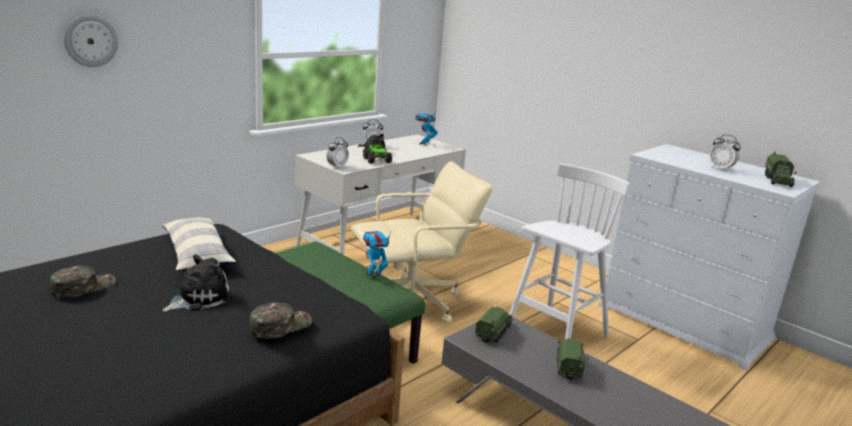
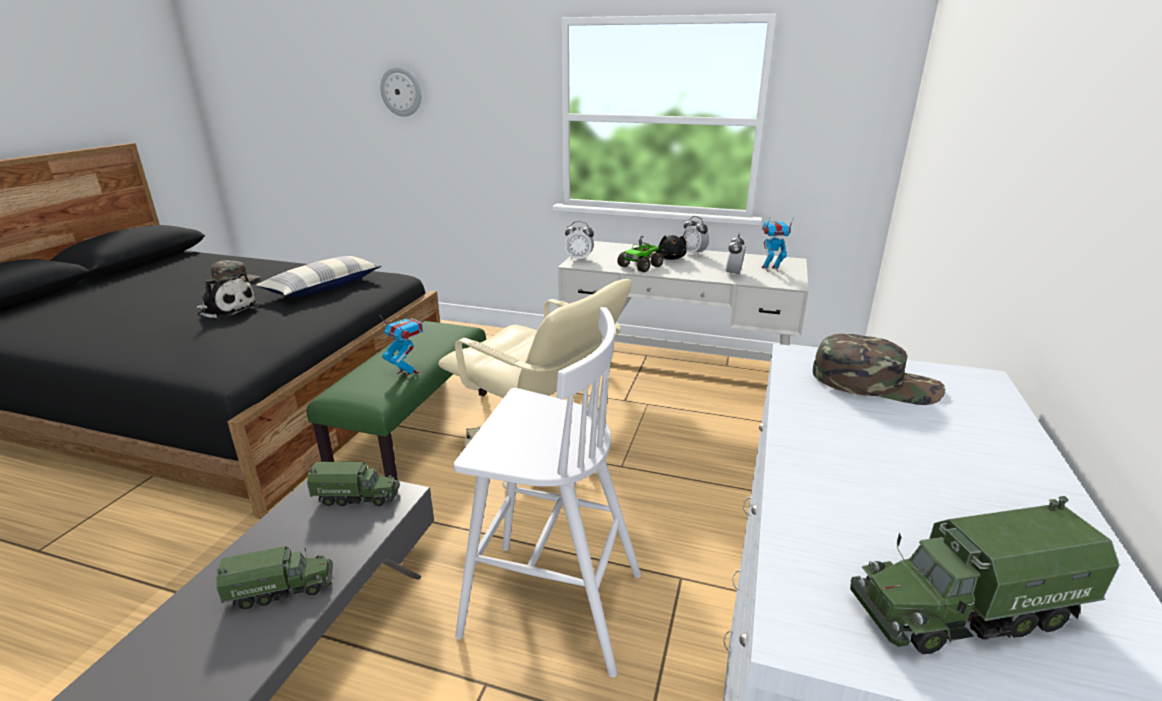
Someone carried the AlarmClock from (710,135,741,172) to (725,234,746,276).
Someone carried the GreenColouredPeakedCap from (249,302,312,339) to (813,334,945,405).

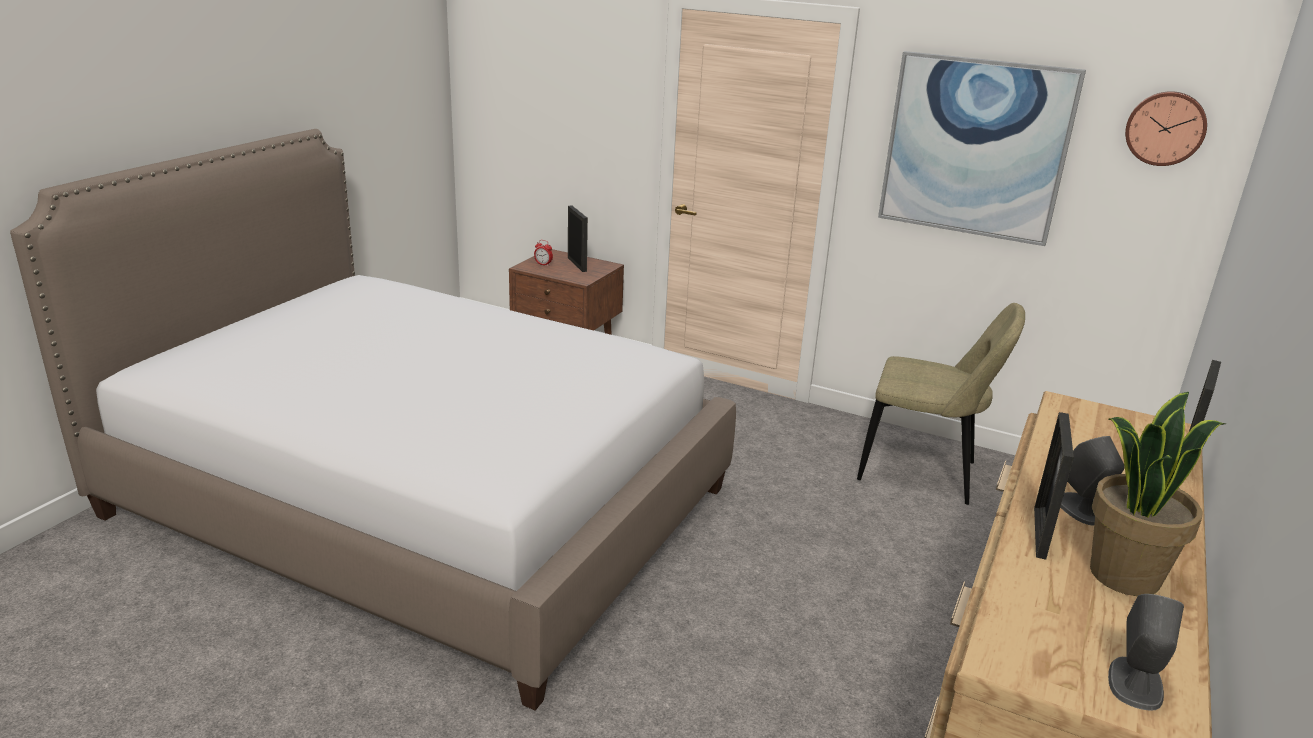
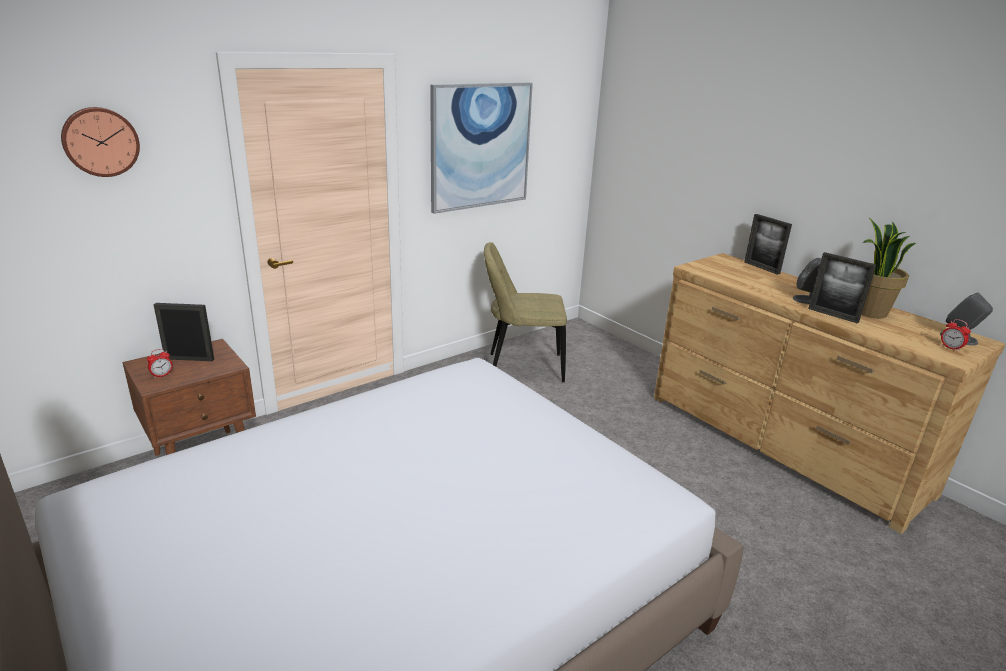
Someone carried the ClockOnTheWall from (1125,91,1207,166) to (61,107,140,177).
Someone rotated the BeigeUprightChair at (857,303,1025,505) by 135 degrees counterclockwise.
Someone put down the AlarmClock at (941,319,971,352).

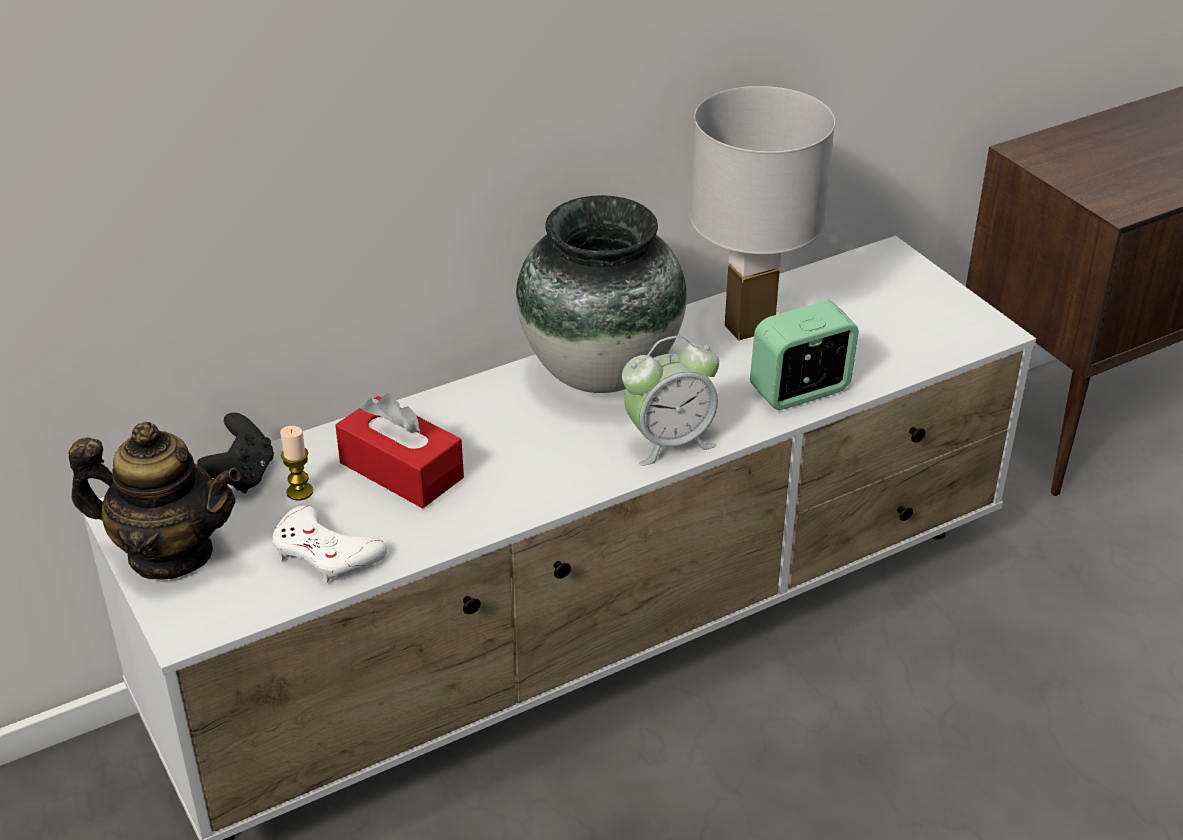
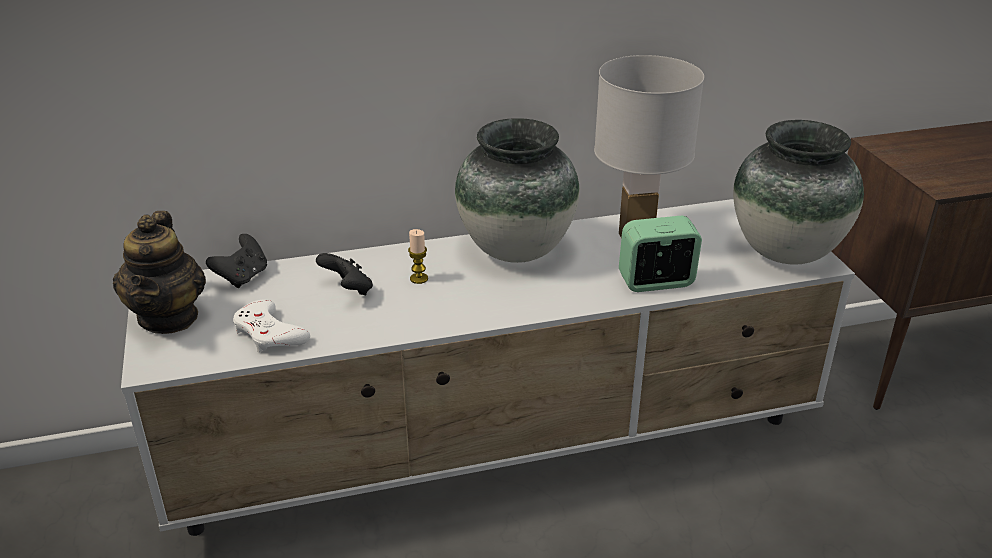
Someone took away the AlarmClock at (622,336,719,466).
Someone swapped the ReddishTissueHolder at (335,393,464,508) for the BlackishGameController at (316,253,373,295).
Someone rotated the PotForTea at (69,422,241,580) by 60 degrees clockwise.
Someone carried the WaxCandle from (280,426,313,501) to (408,229,428,284).
Someone put down the DecorativeVase at (733,120,864,265).

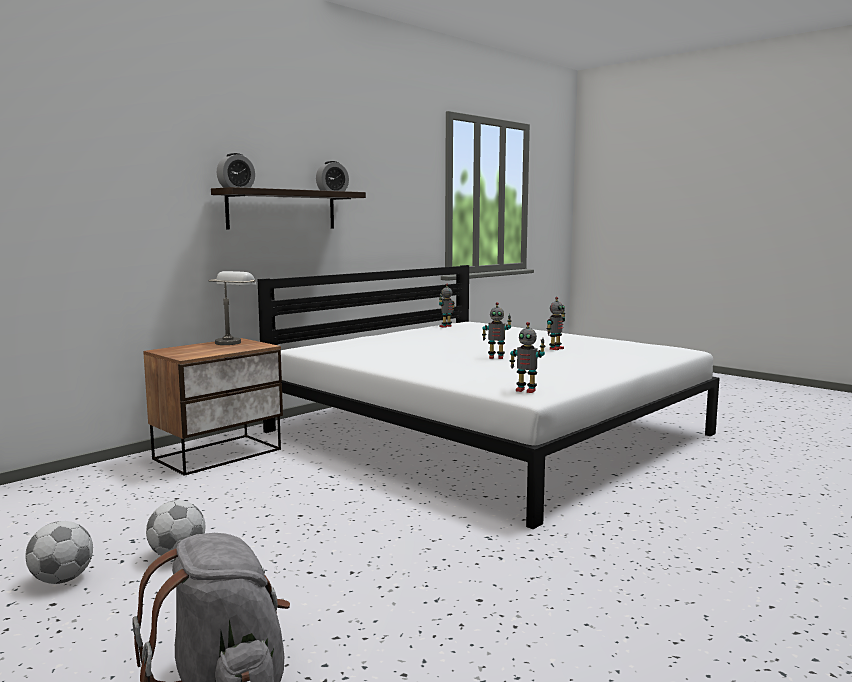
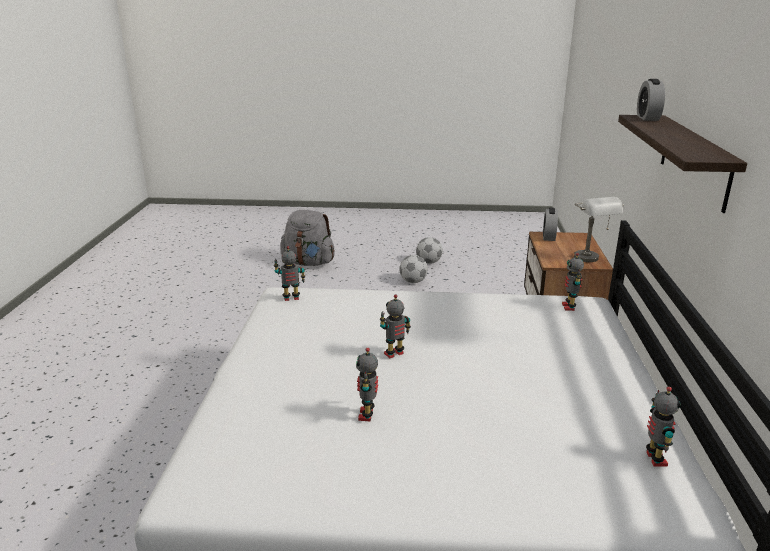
Someone carried the AlarmClock from (316,161,349,191) to (543,207,558,241).
Someone put down the ModelRobot at (562,253,584,311).

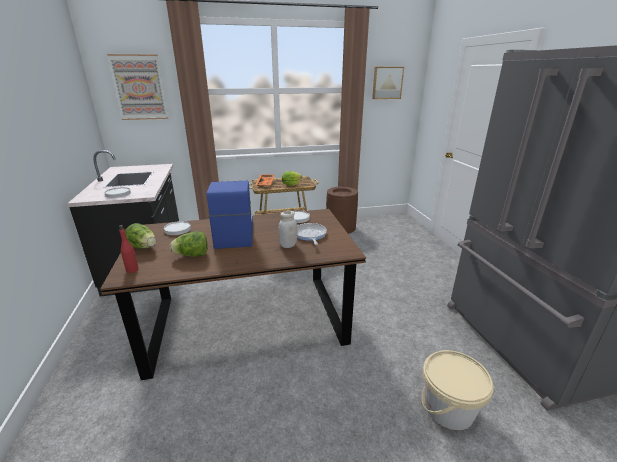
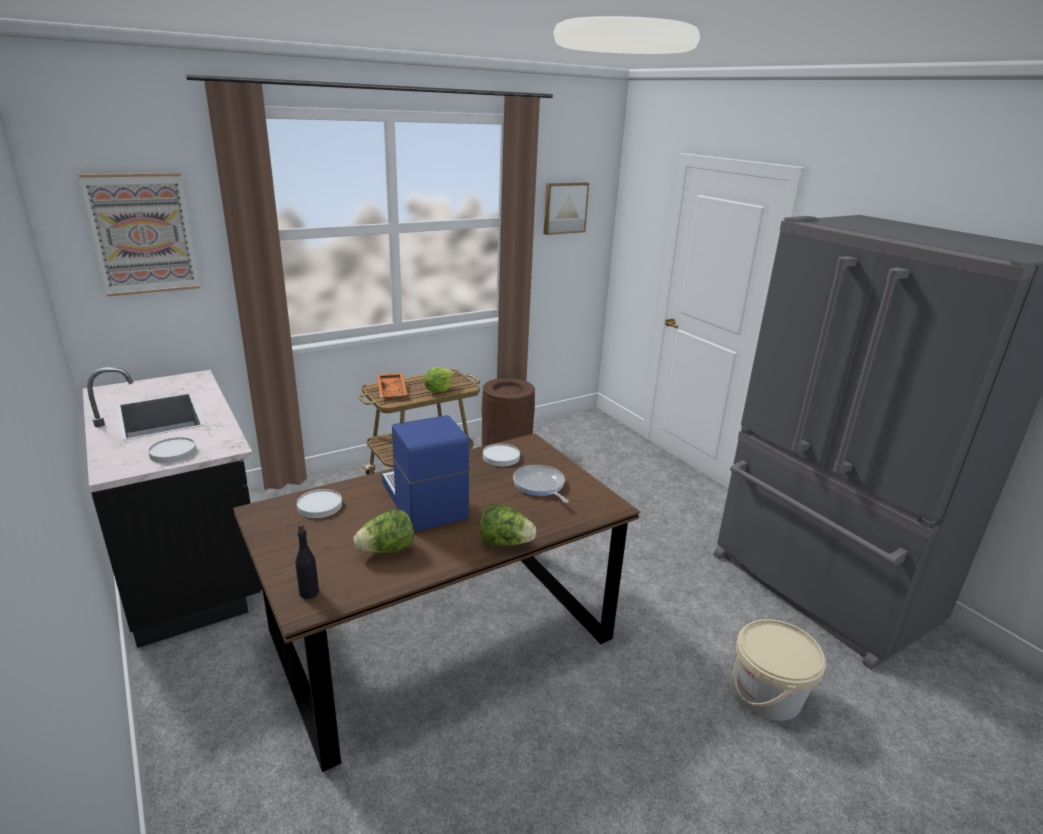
Someone took away the WhitishJar at (278,211,298,248).
Someone carried the LettuceHead from (125,223,156,249) to (479,504,536,546).
Someone repainted the ReddishDrinkBottle at (119,225,139,273), which became the BlackishDrinkBottle at (296,524,319,599).

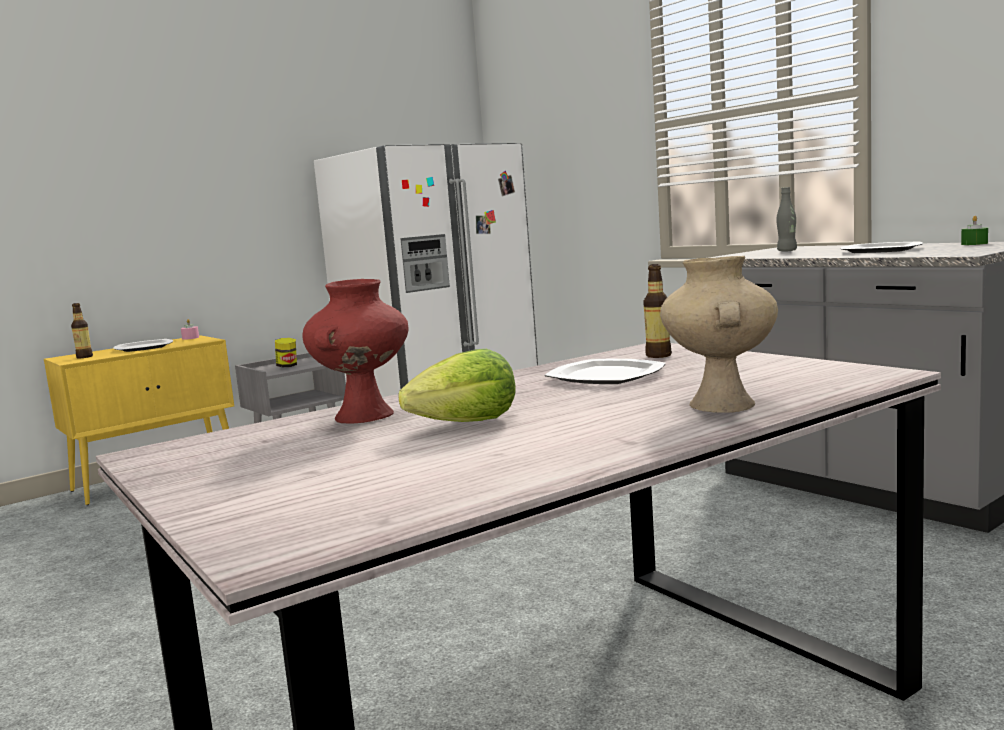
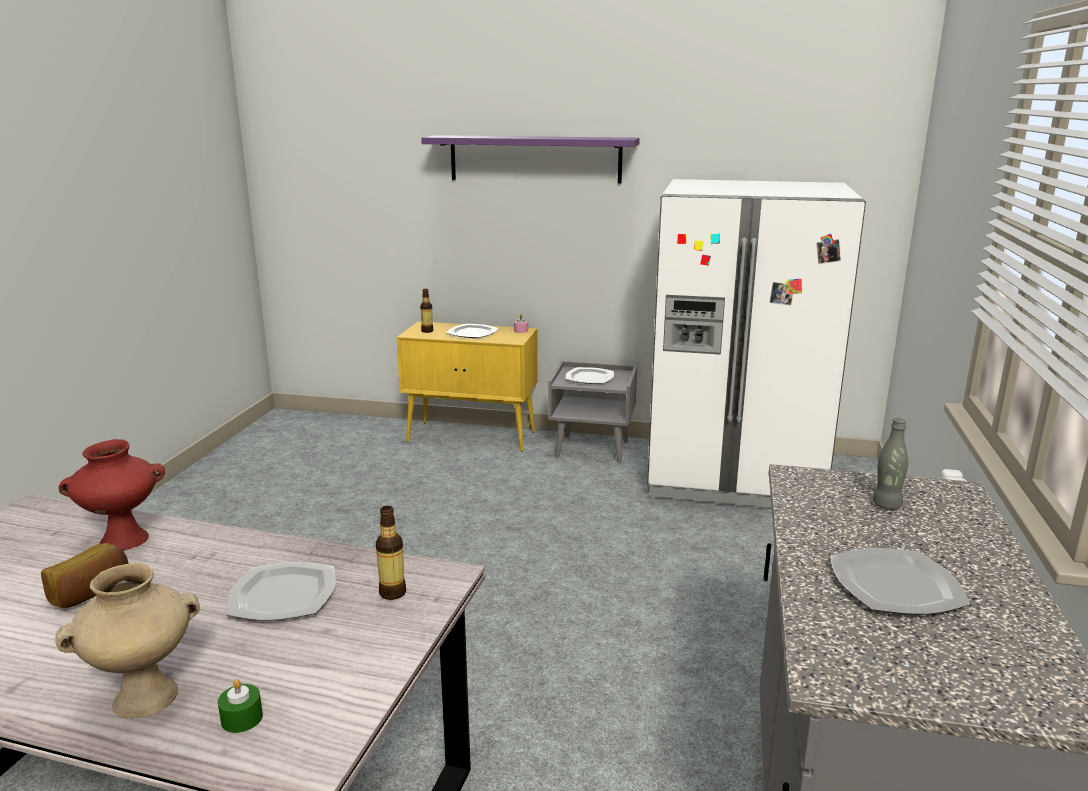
Someone carried the GreenColouredWaxCandle from (961,215,988,245) to (218,679,263,733).
Someone swapped the Jar at (275,338,297,367) for the DinnerPlate at (566,367,614,384).
Someone swapped the LettuceHead at (398,349,516,422) for the Bread at (41,543,129,608).
Someone put up the PurpleShelf at (421,135,640,184).

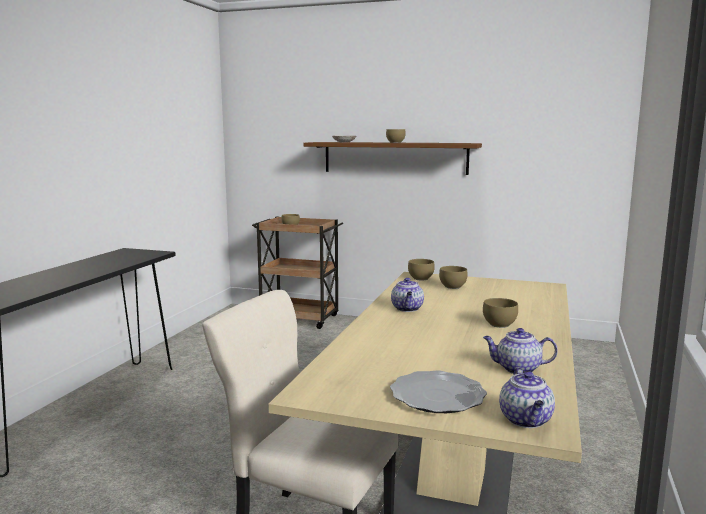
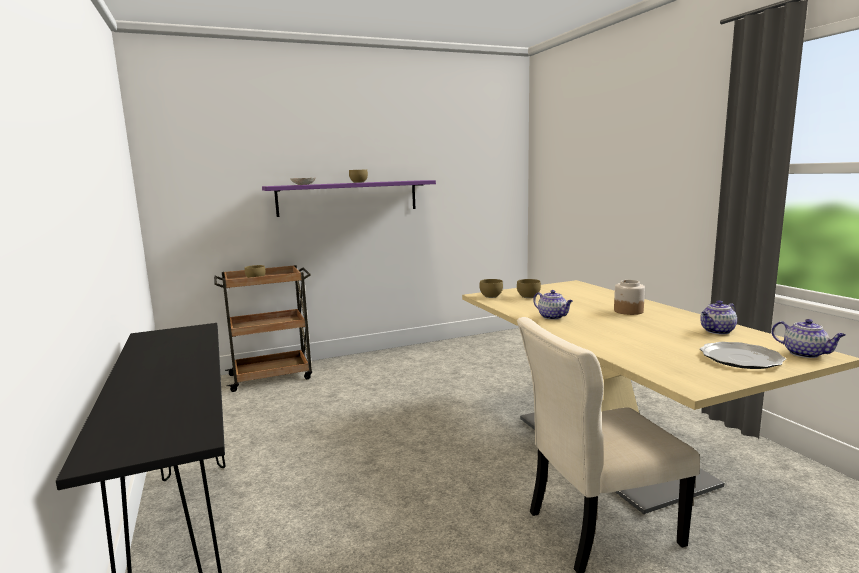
Someone repainted the BrownColouredShelf at (303,142,482,175), which became the PurpleShelf at (262,180,436,217).
Someone swapped the BrownColouredBowl at (483,298,518,328) for the Jar at (614,280,645,315).

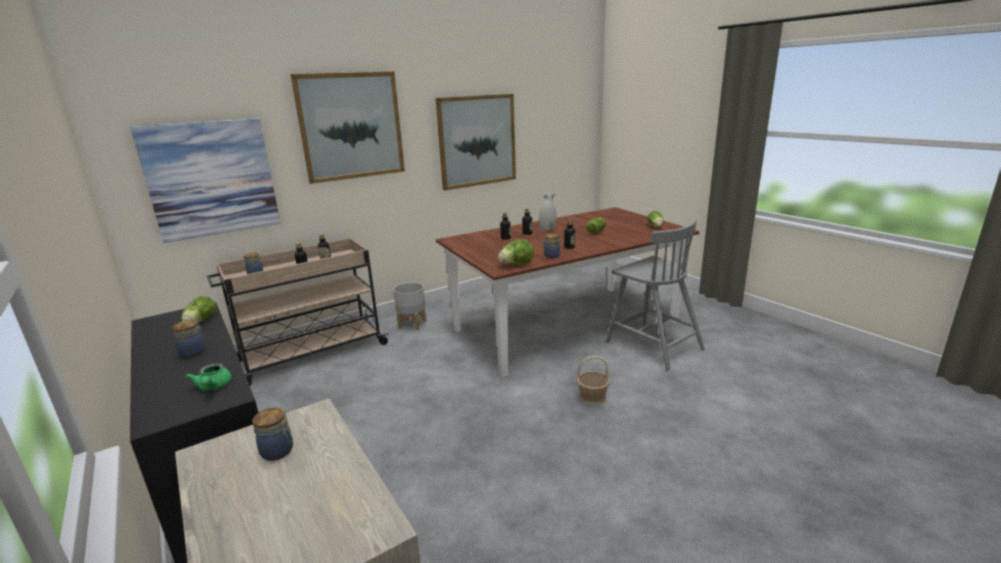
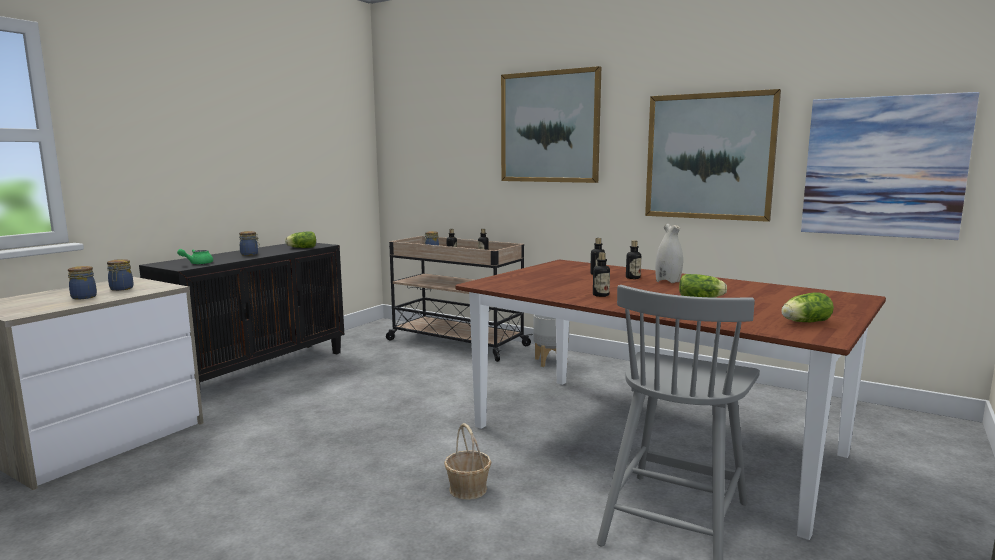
Someone carried the WallPicture from (130,118,280,243) to (801,92,979,240).
Someone carried the Jar from (542,234,560,258) to (68,266,97,299).
Someone took away the LettuceHead at (498,239,534,265).

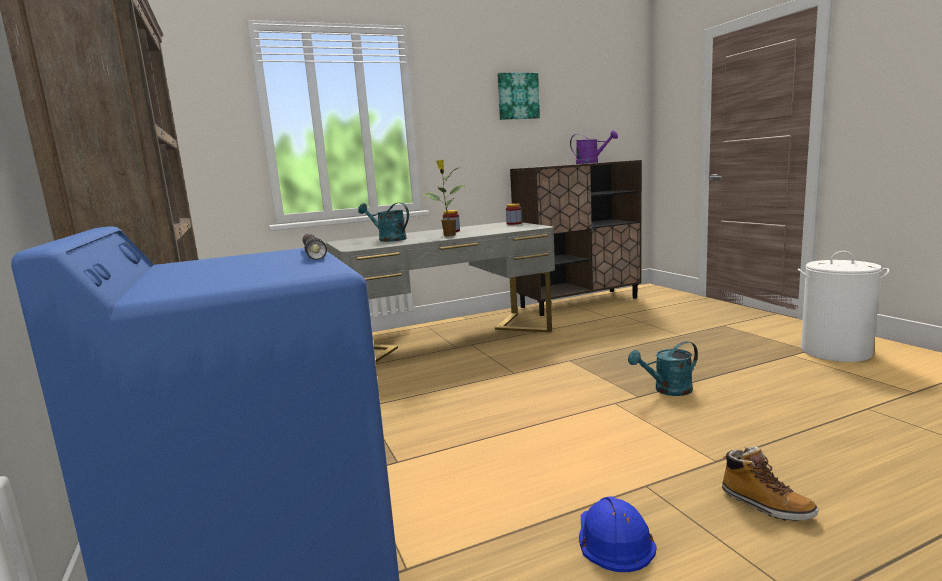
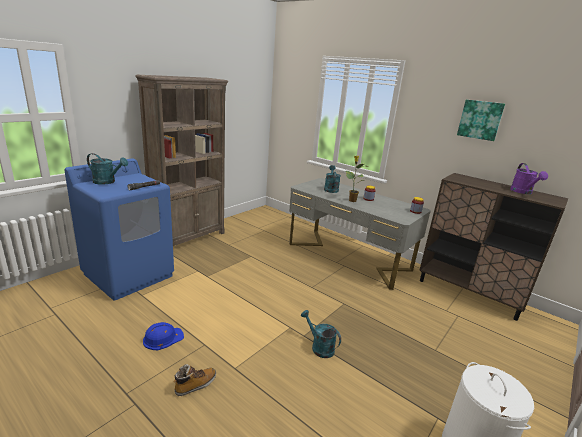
Someone rotated the TallBoot at (722,447,818,521) by 150 degrees counterclockwise.
Someone put down the TurquoiseWateringCan at (87,153,128,185).

